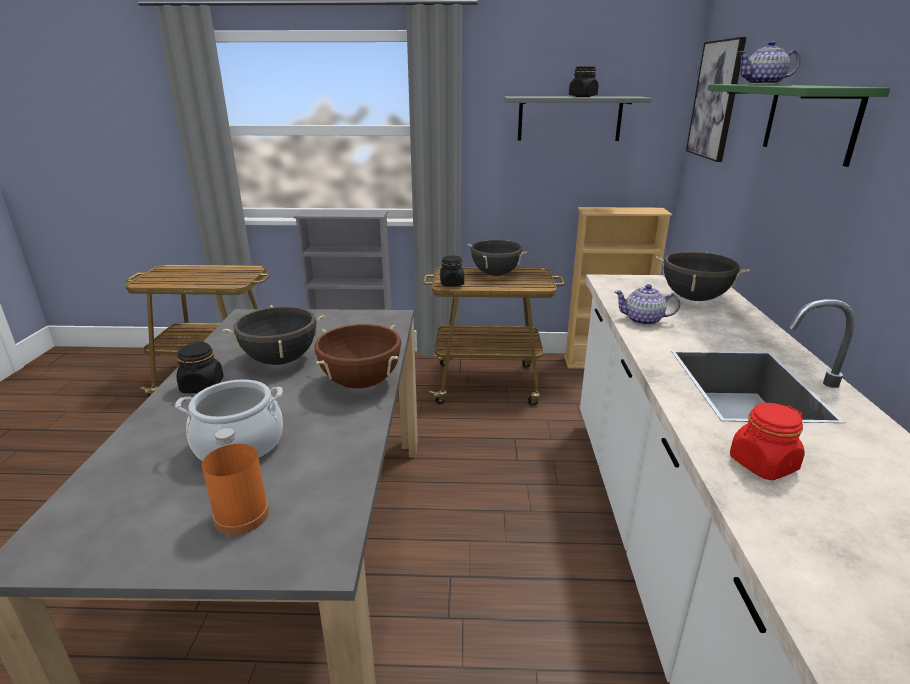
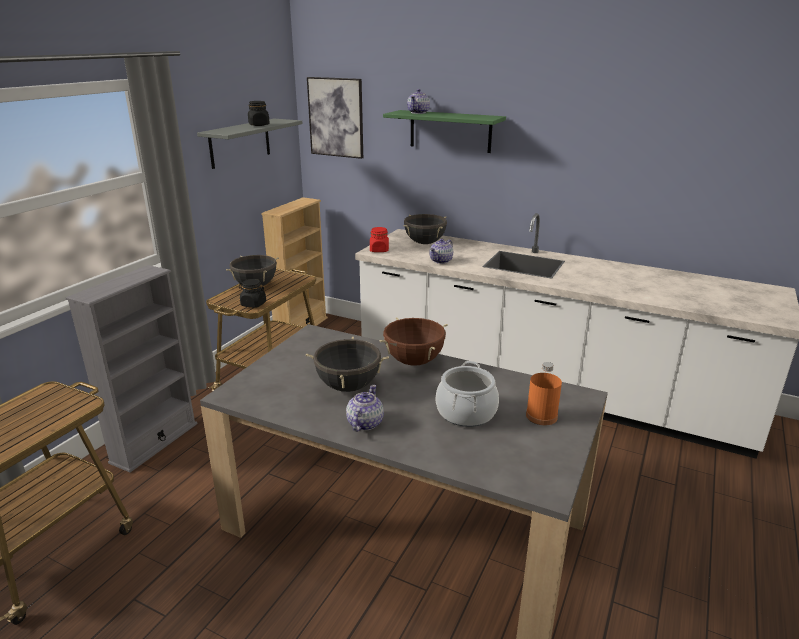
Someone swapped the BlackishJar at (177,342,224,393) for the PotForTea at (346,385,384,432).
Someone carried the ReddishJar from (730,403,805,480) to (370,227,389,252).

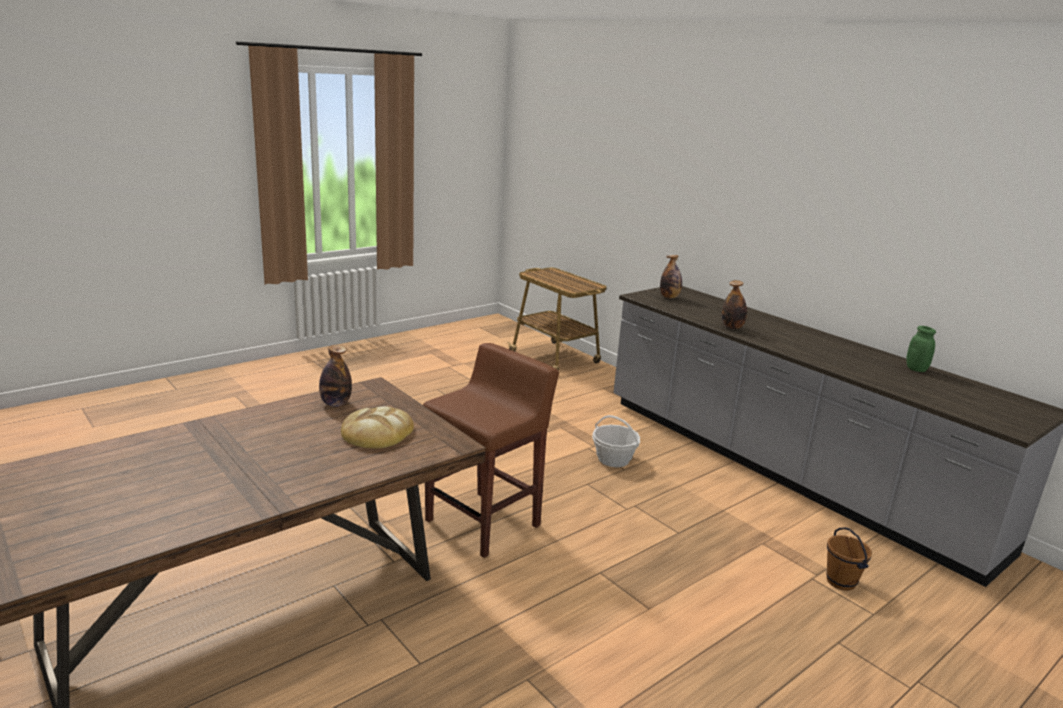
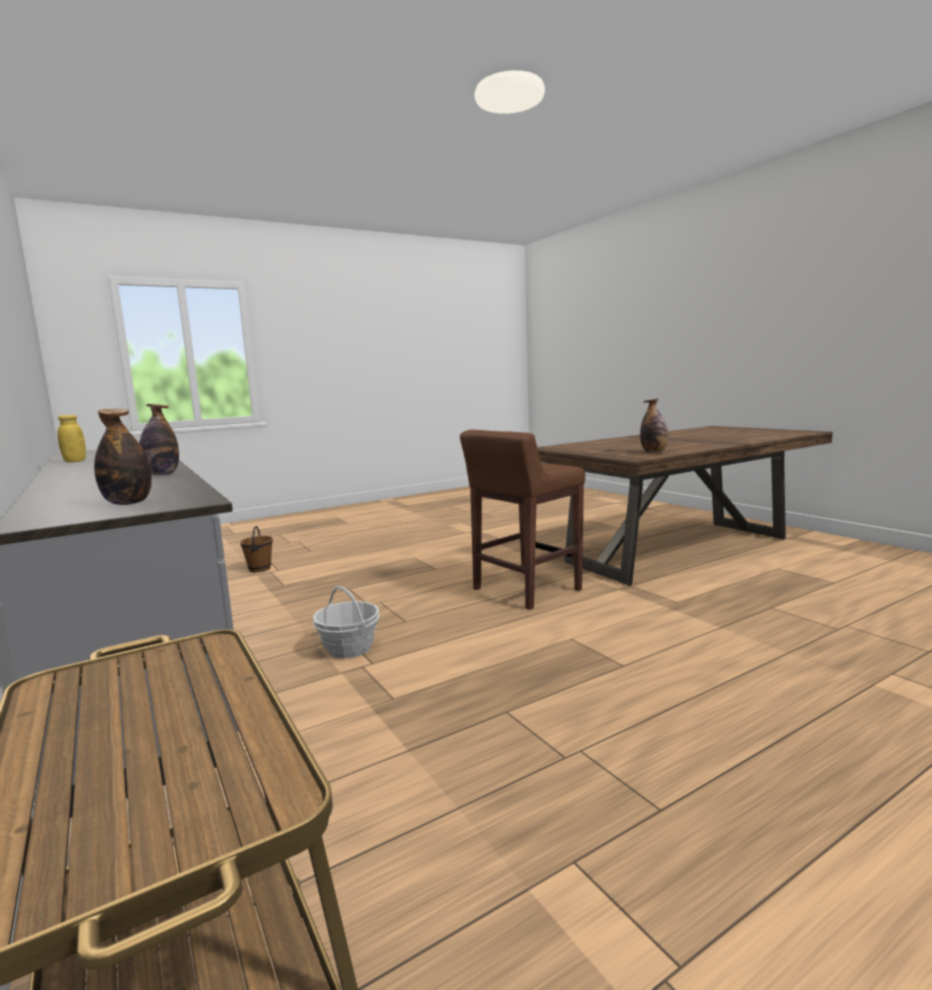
Someone repainted the GreenColouredJar at (907,326,936,372), which became the YellowishJar at (57,415,86,462).
Someone took away the Bread at (341,406,414,448).

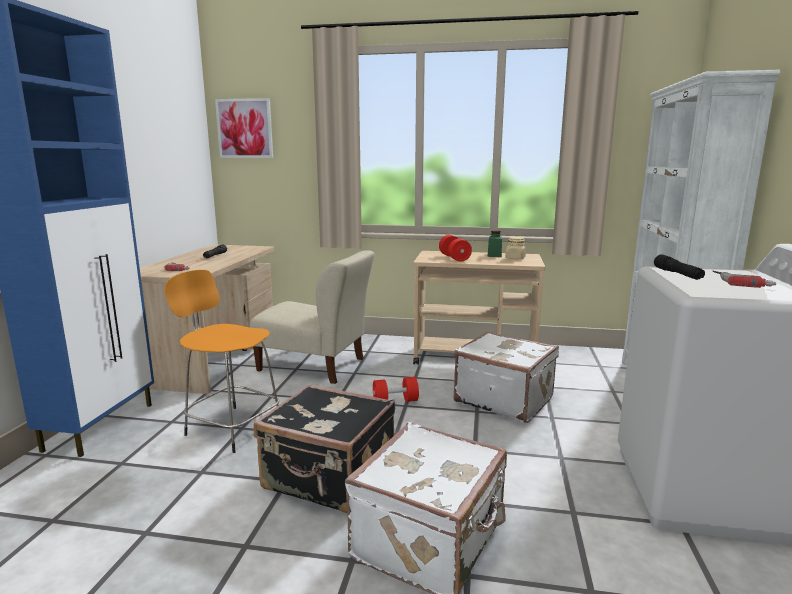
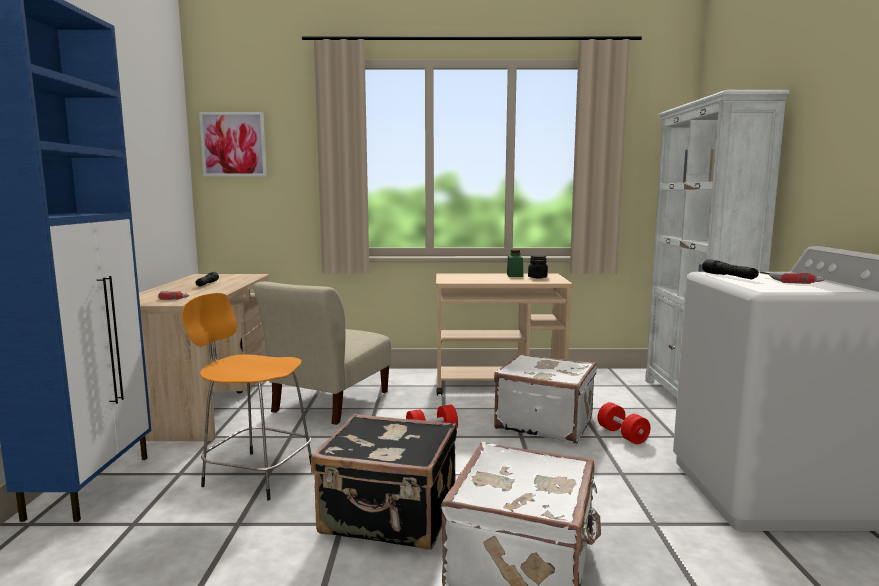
Someone carried the ReddishDumbbell from (439,235,472,262) to (598,402,651,444).
Someone repainted the BeigeJar at (505,237,526,260), which became the BlackishJar at (528,255,548,278).
Someone rotated the BeigeUprightChair at (250,250,374,384) by 105 degrees clockwise.

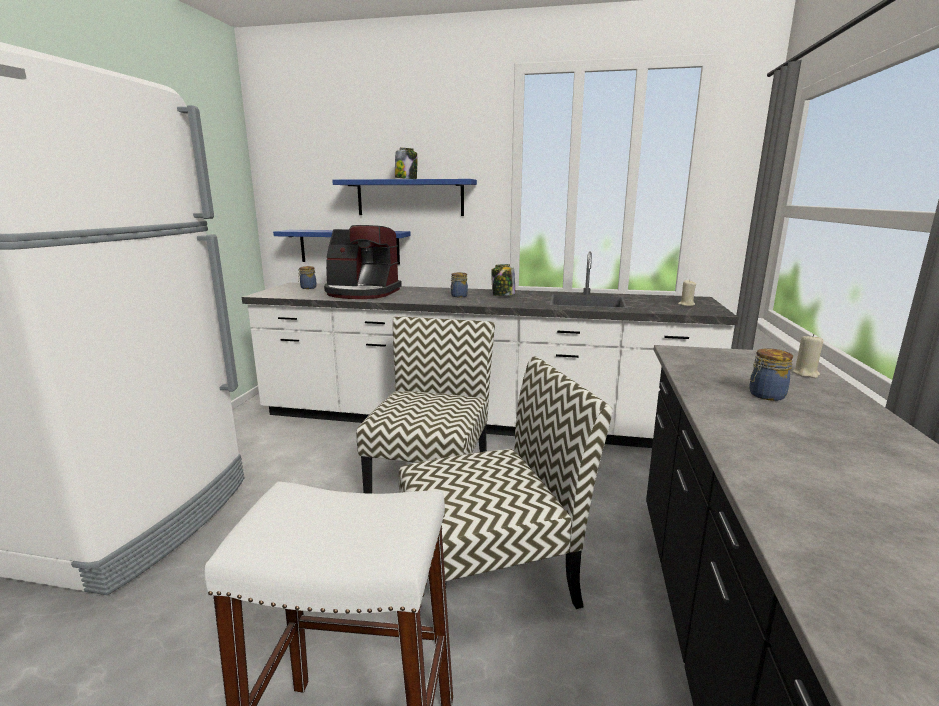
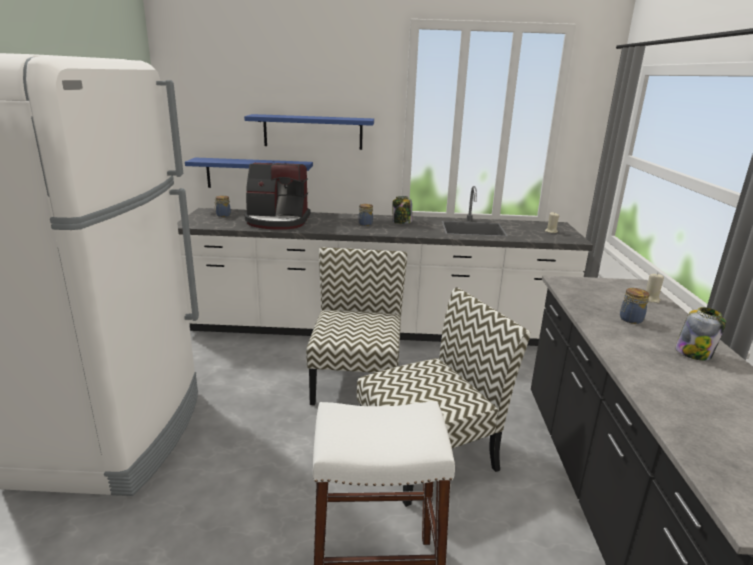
Someone carried the Jar from (395,148,418,179) to (675,307,726,361).

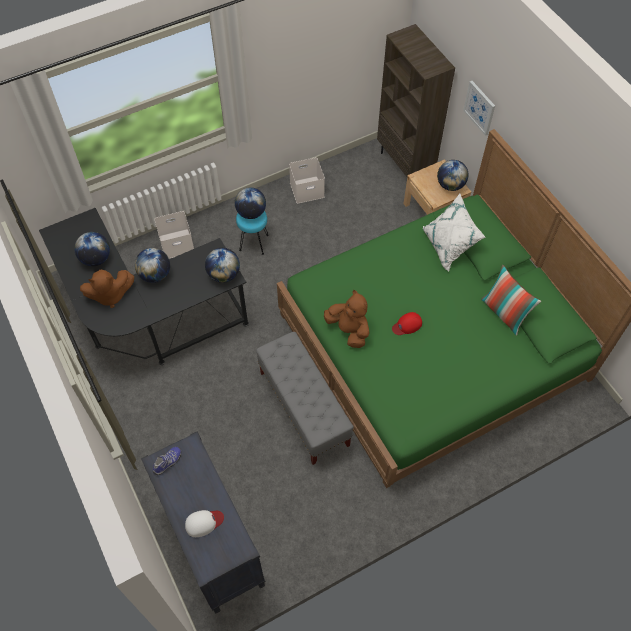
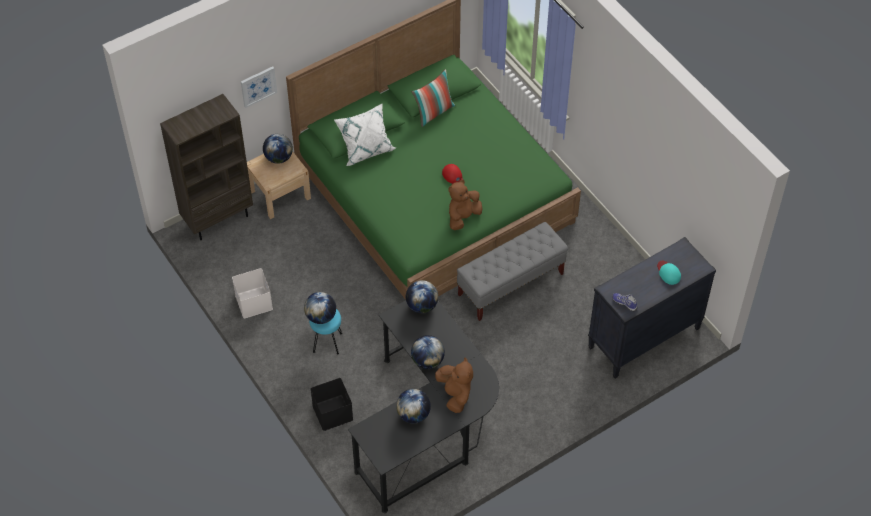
Someone repainted the WhitishStorageContainer at (154,211,194,259), which became the BlackishStorageContainer at (311,378,353,431).
Someone repainted the WhitishPeakedCap at (185,510,224,537), which became the TurquoisePeakedCap at (657,261,681,285).

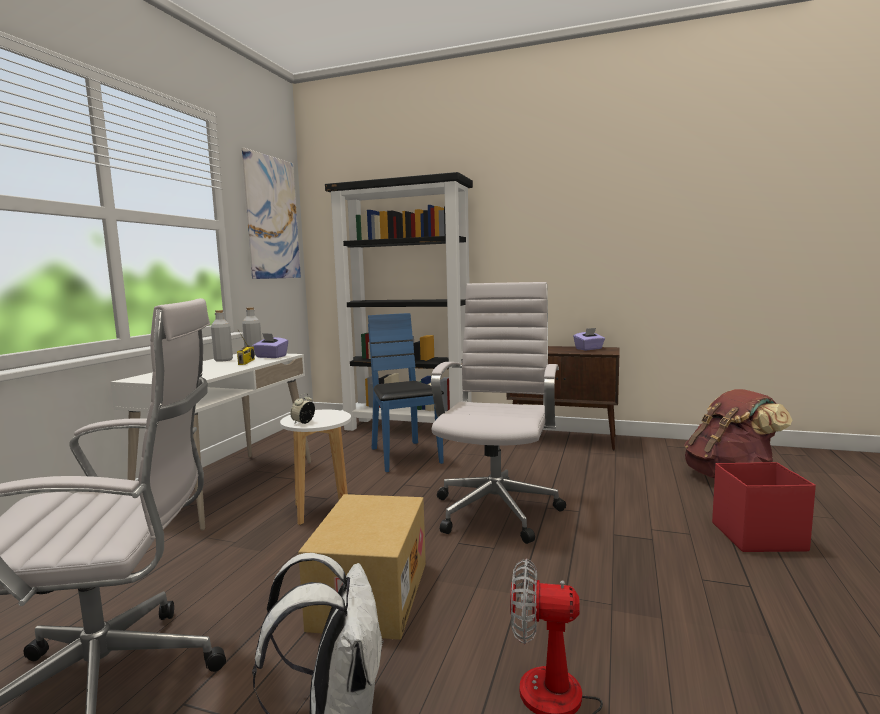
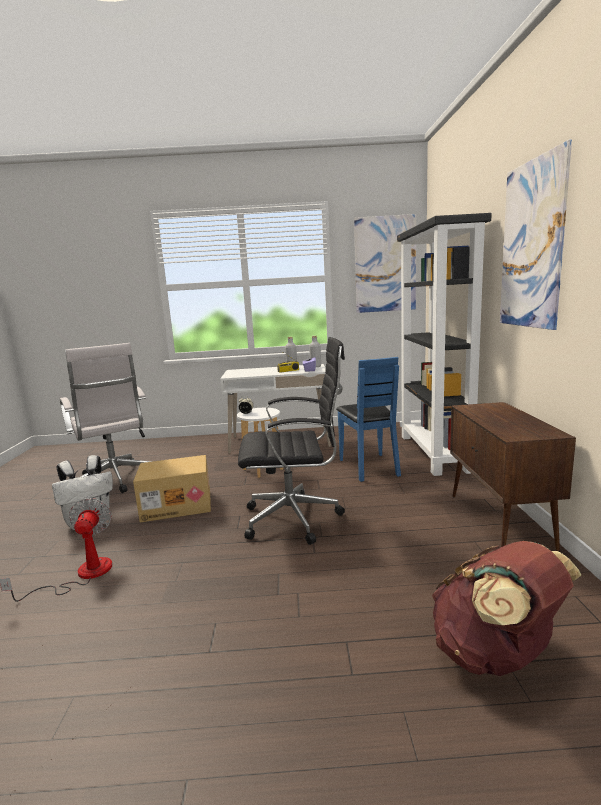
Someone repainted the WhitishDeskChair at (431,282,566,544), which became the BlackishDeskChair at (238,337,345,545).
Someone rotated the BlueUprightChair at (368,313,444,472) by 120 degrees clockwise.
Someone took away the PurpleTissueHolder at (573,328,605,350).
Someone took away the ReddishStorageContainer at (712,462,816,552).
Someone put up the WallPicture at (500,139,572,330).

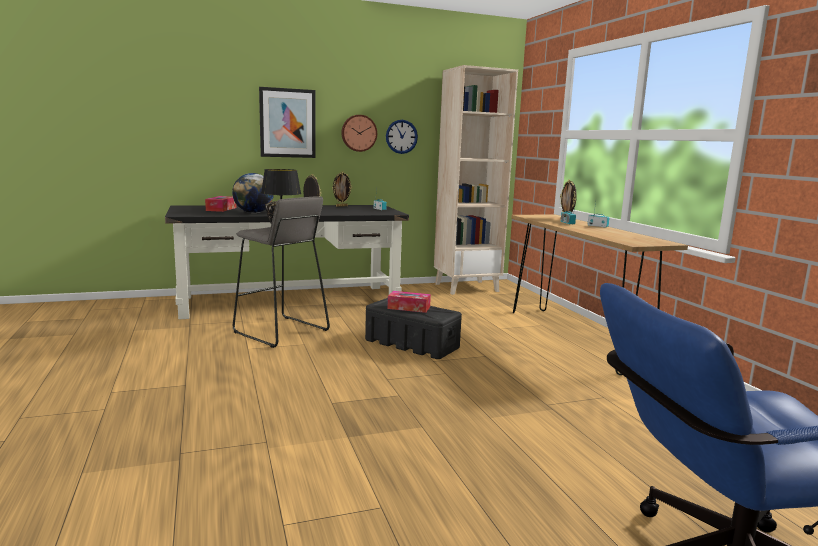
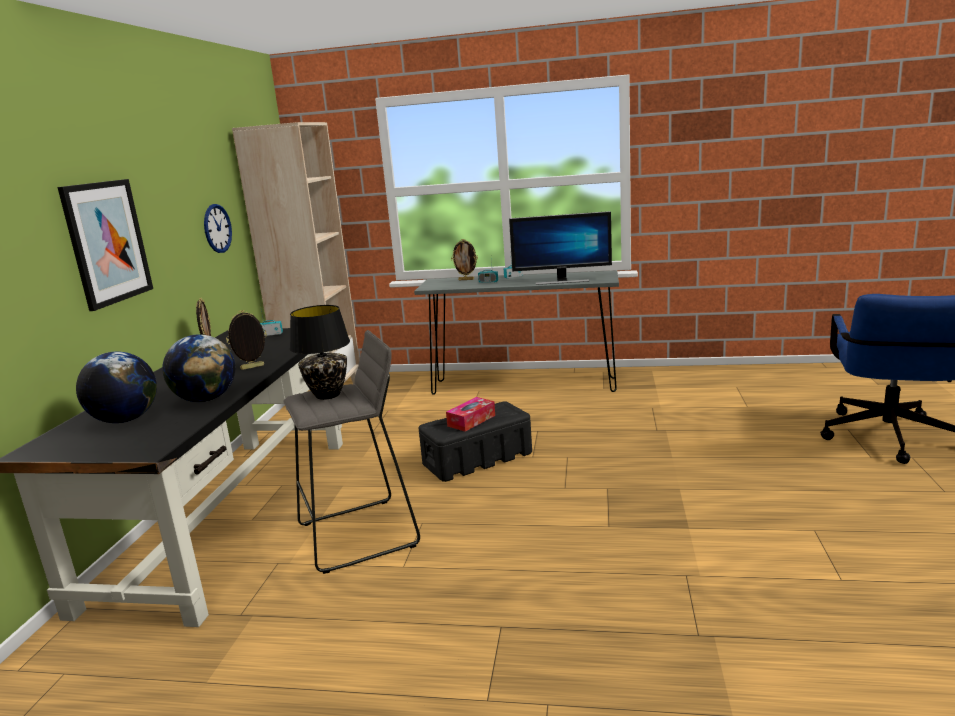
Someone took away the ClockOnTheWall at (341,115,377,152).
Someone swapped the TissueHolder at (205,196,236,212) for the WorldGlobe at (76,351,157,423).
Someone repainted the BrownColouredConsoleTable at (511,214,688,375), which became the GrayConsoleTable at (414,271,619,395).
Someone put down the ComputerDisplay at (509,211,612,285).

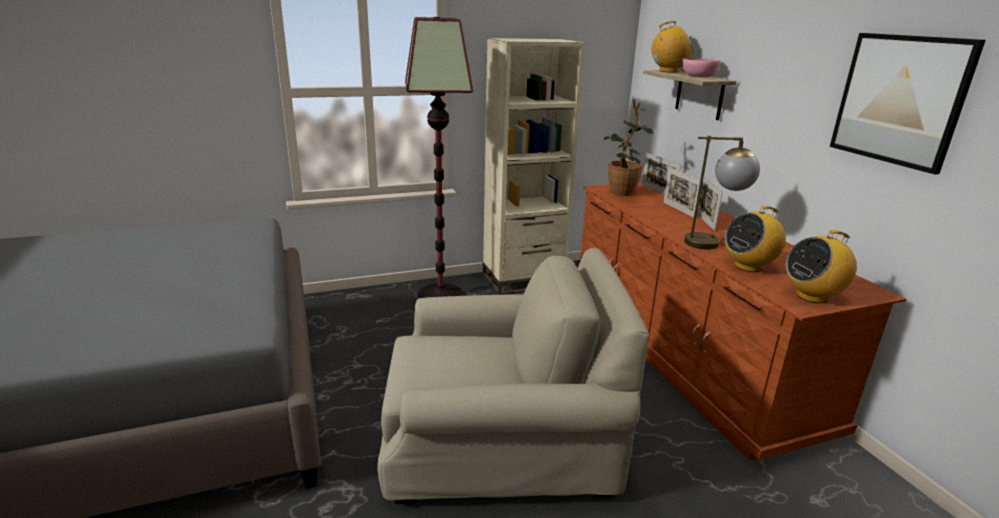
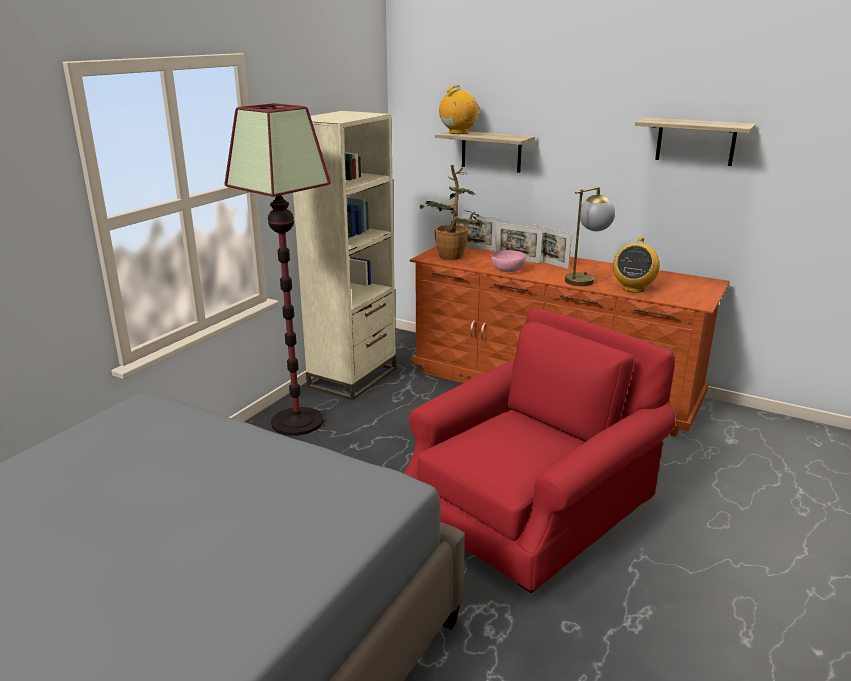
Someone swapped the WallPicture at (830,33,986,174) for the Shelf at (635,117,756,166).
Someone carried the PinkColouredBowl from (683,58,721,77) to (491,250,526,272).
Someone took away the RadioSet at (786,230,857,303).
Someone repainted the BeigeArmchair at (377,248,649,504), which became the ReddishArmchair at (404,308,675,593).

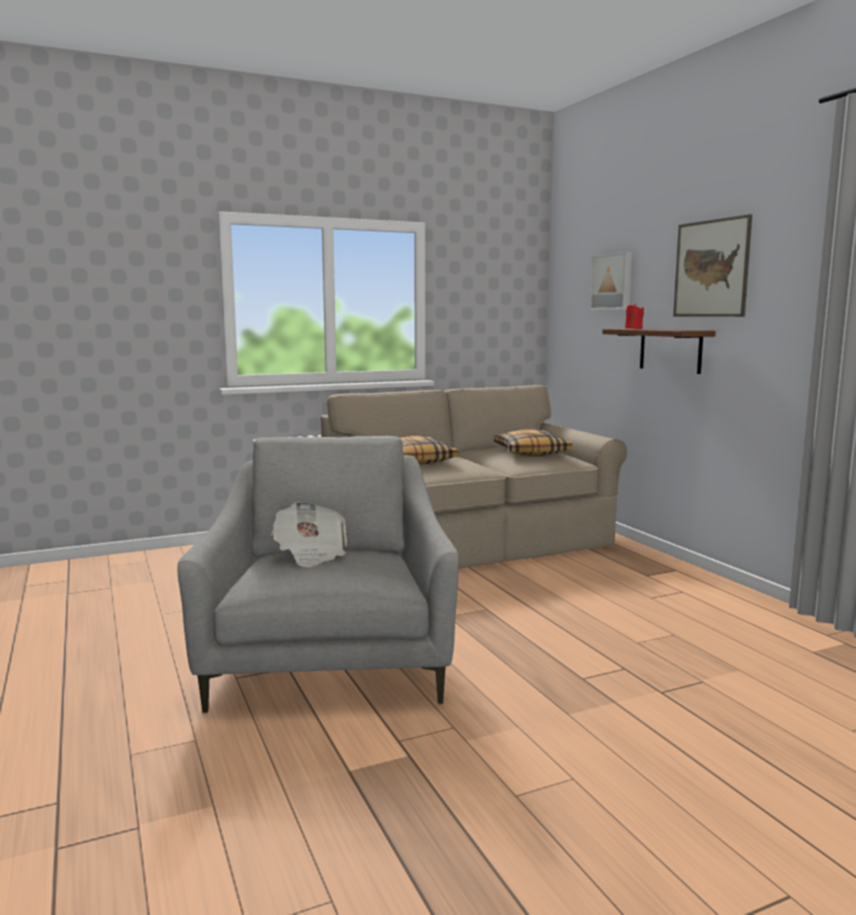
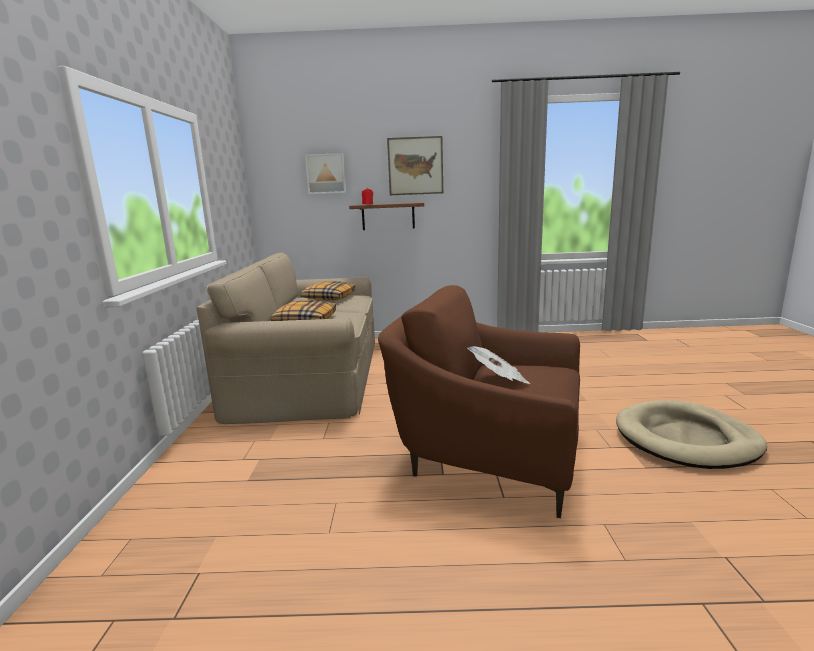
Someone repainted the GrayArmchair at (178,436,459,713), which became the BrownColouredArmchair at (378,285,580,518).
Someone put down the BeigePetBed at (616,400,767,469).

